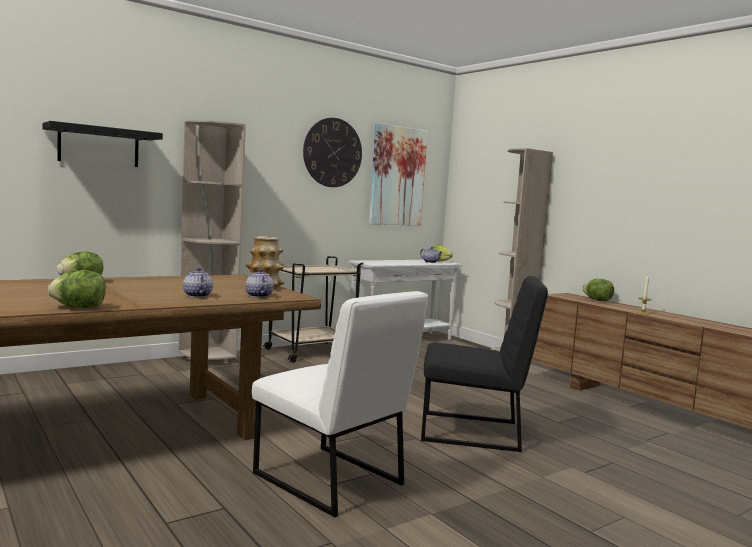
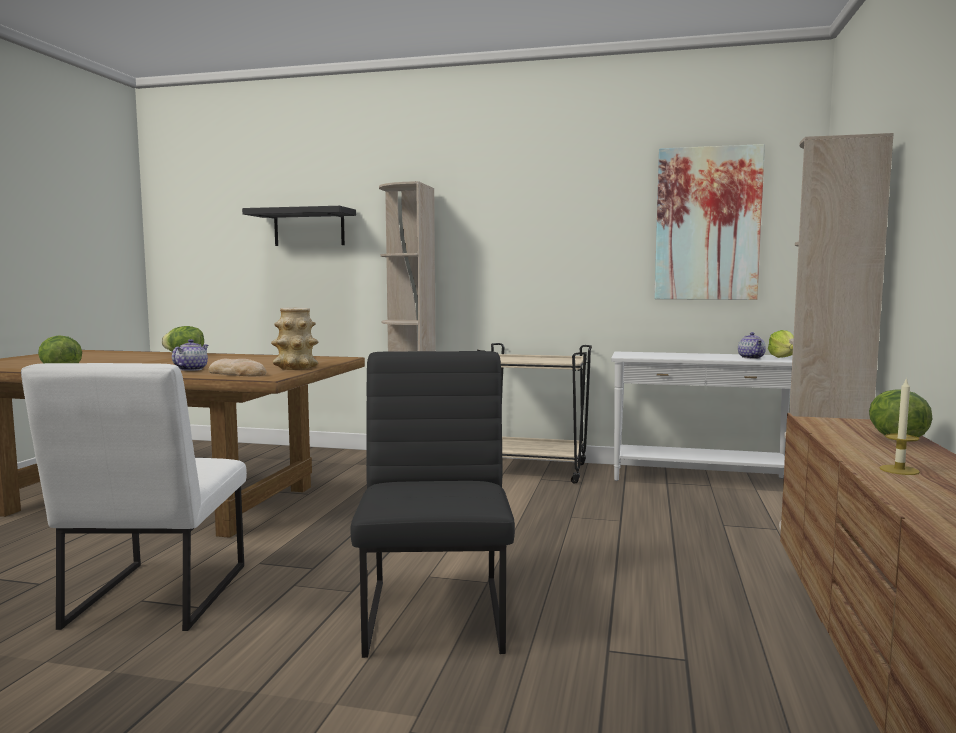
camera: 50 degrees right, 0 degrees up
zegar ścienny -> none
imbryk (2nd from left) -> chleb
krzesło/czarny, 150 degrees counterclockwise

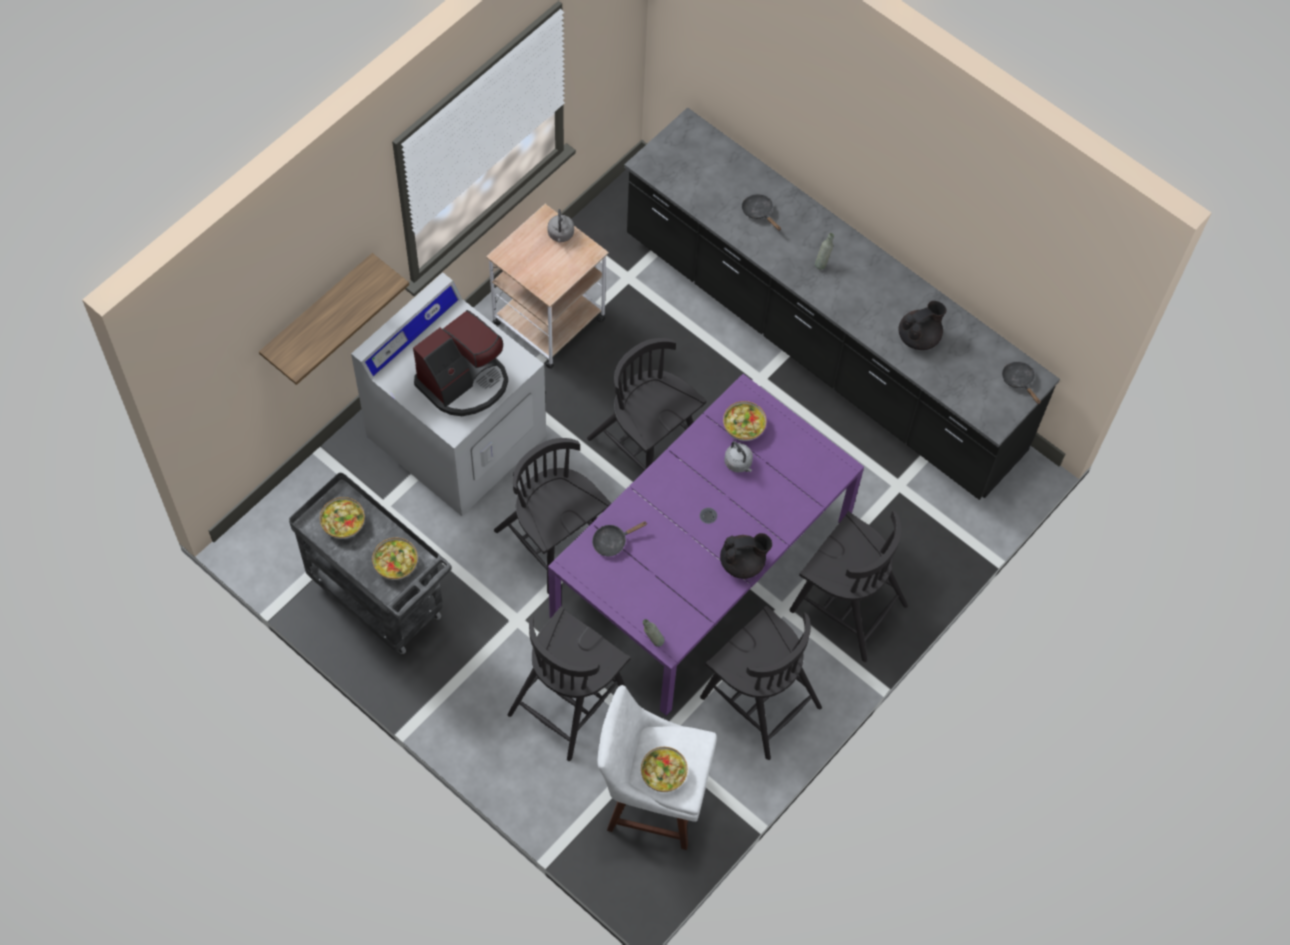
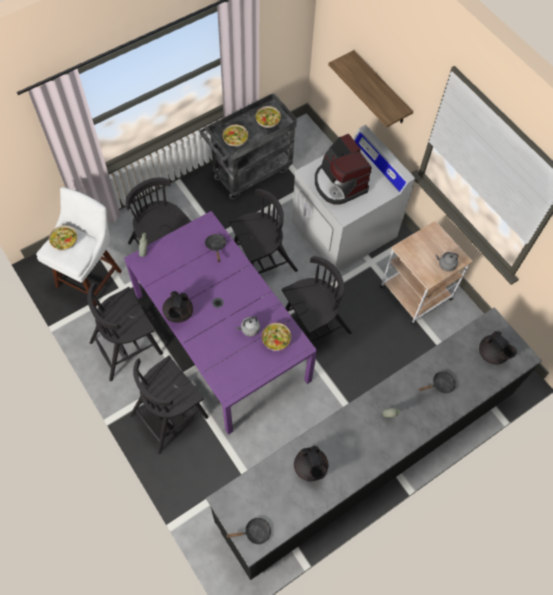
camera: 105 degrees right, 0 degrees up
none -> imbryk/czarny (3rd from left)

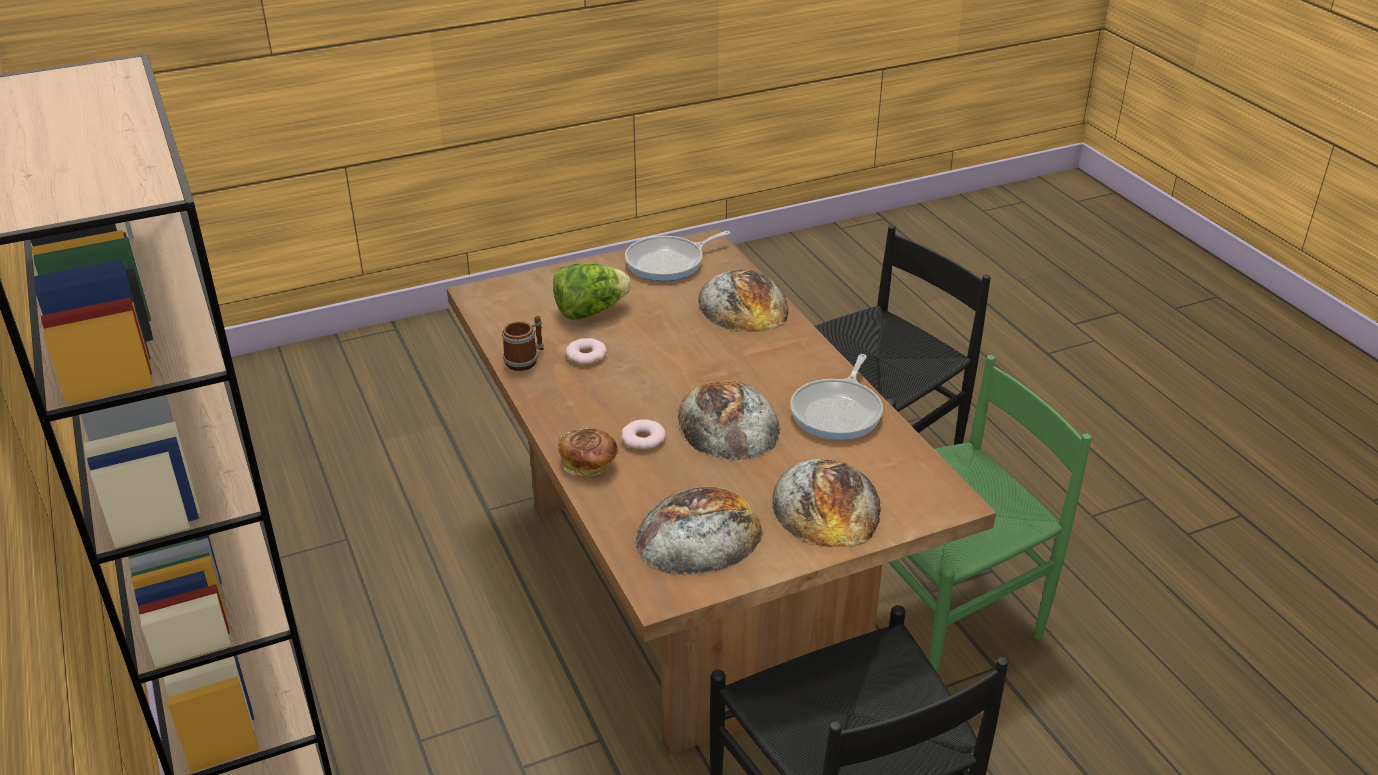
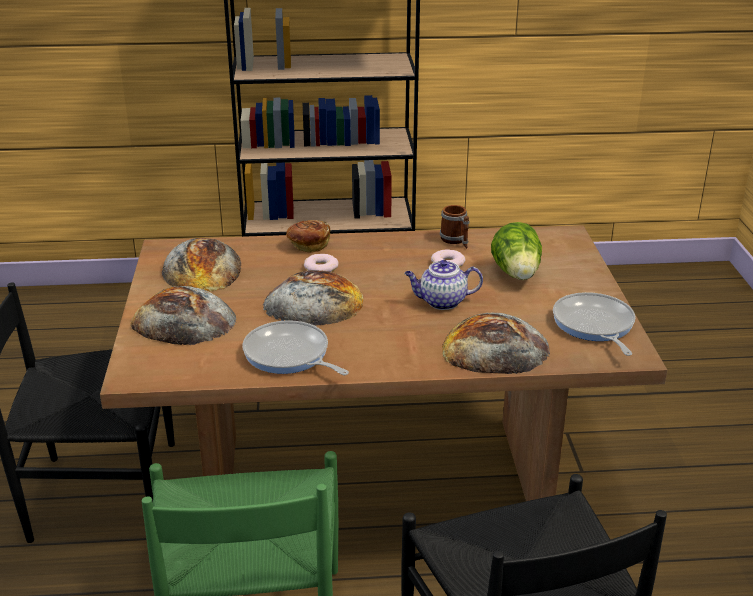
camera: 110 degrees right, 5 degrees down
none -> imbryk

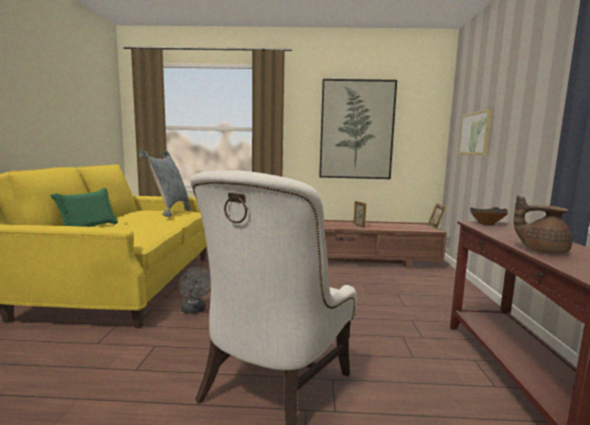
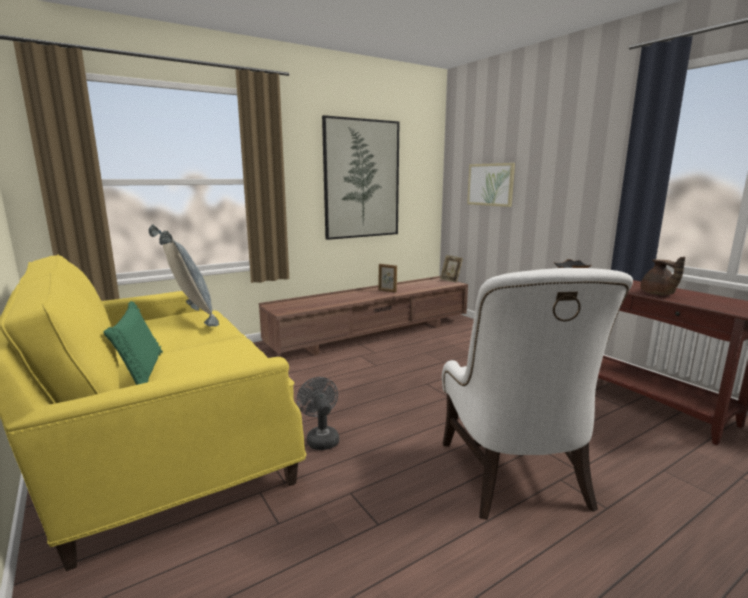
camera: 35 degrees left, 5 degrees up
imbryk/brązowy, 90 degrees counterclockwise
wentylator/szary, 135 degrees counterclockwise

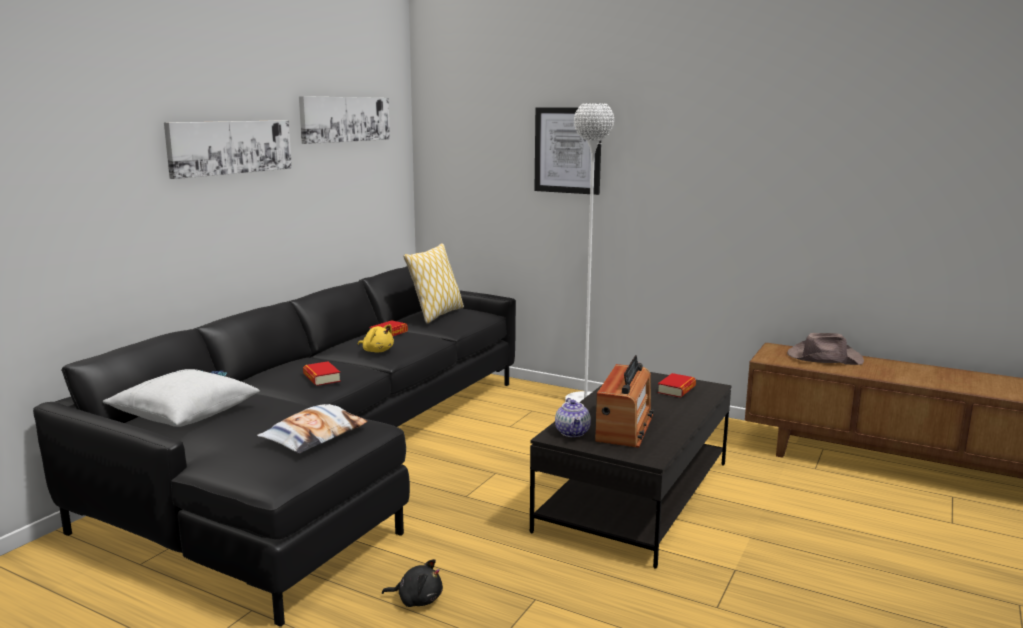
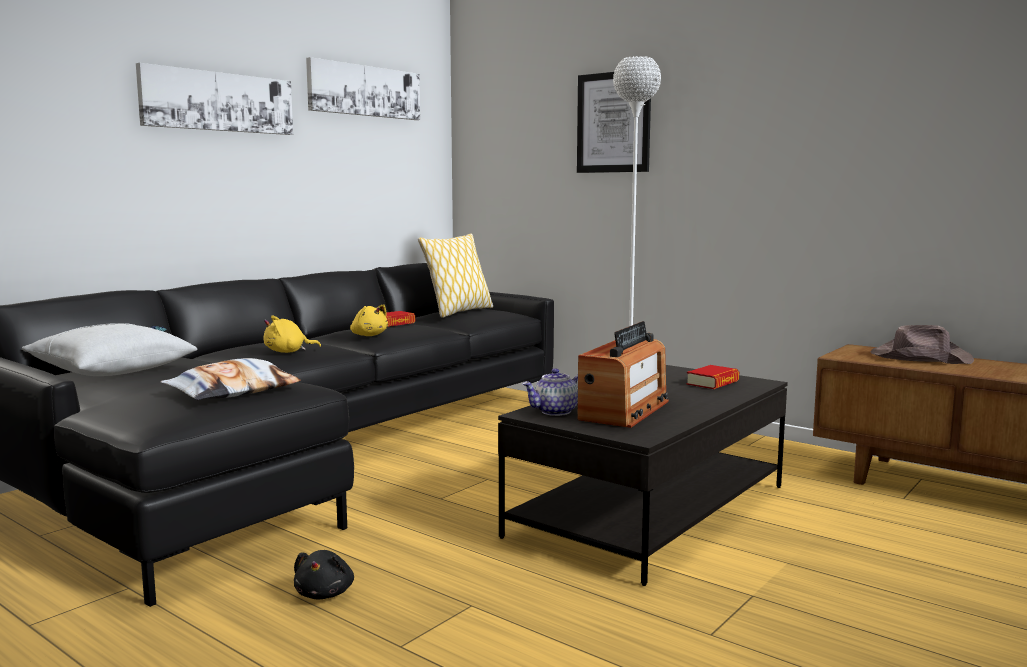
camera: 10 degrees right, 5 degrees down
książka (1st from left) -> pluszak/żółty (1st from left)
imbryk, 60 degrees clockwise
pluszak/czarny, 75 degrees clockwise

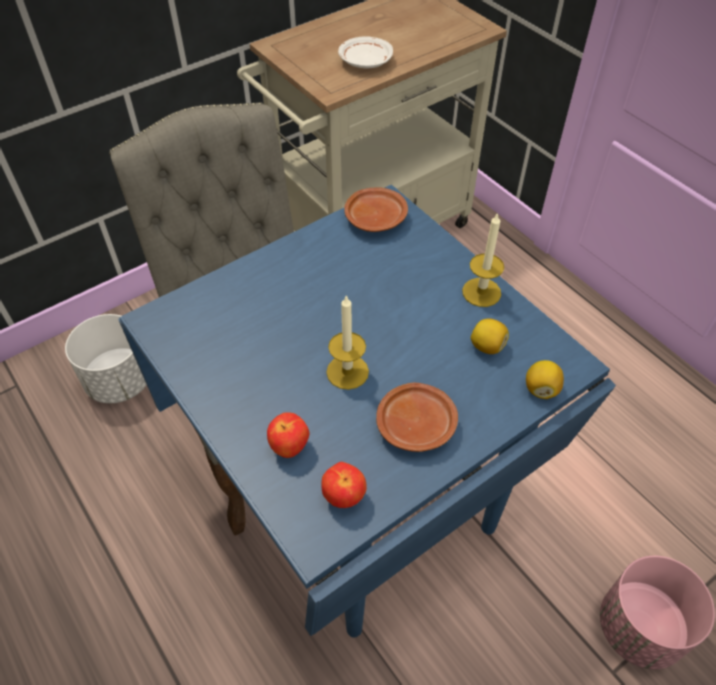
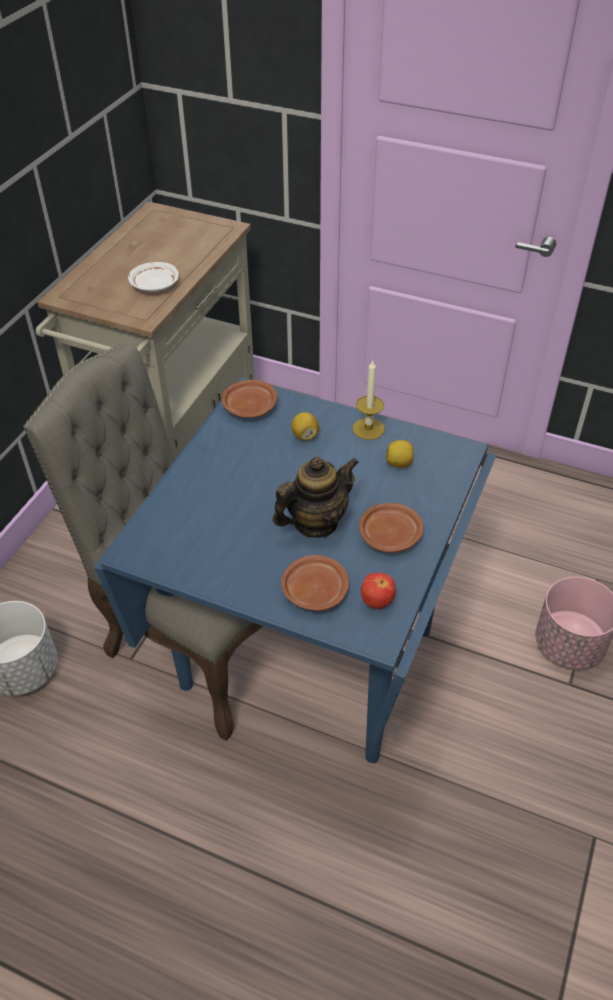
camera: 30 degrees left, 5 degrees down
świeca (1st from left) -> imbryk
cytryna (2nd from left in the first image) -> cytryna (1st from left), moved
jabłko (1st from left) -> talerz/brązowy (2nd from left)

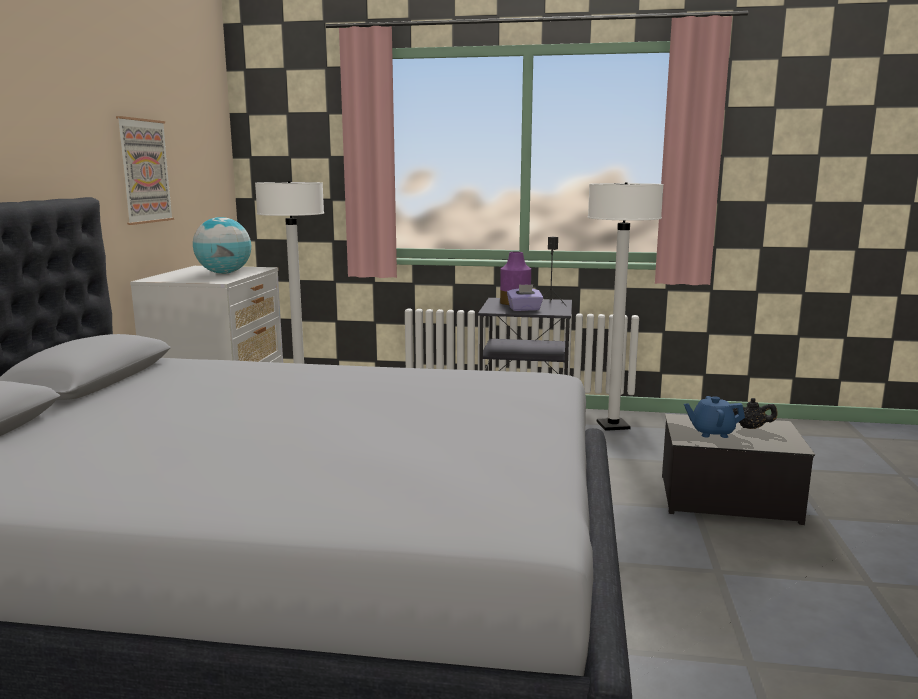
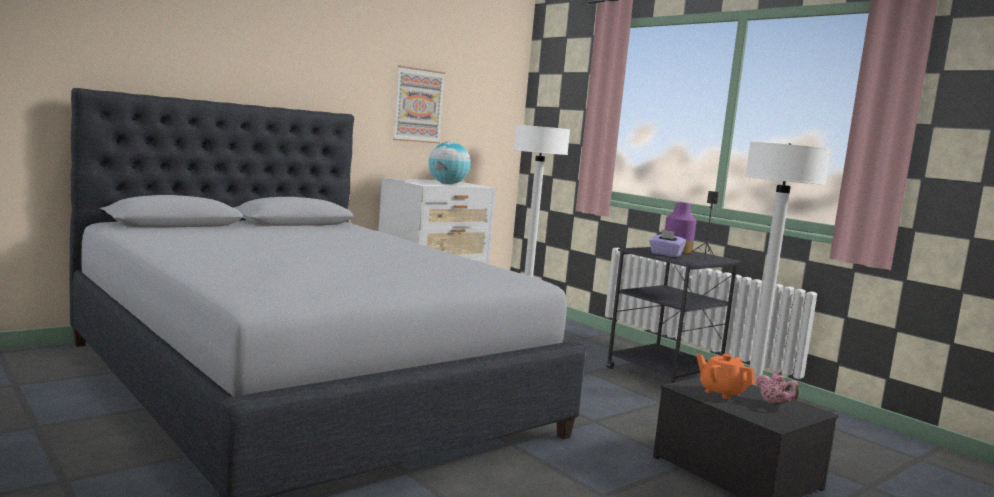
camera: 40 degrees right, 5 degrees down
imbryk/niebieski -> imbryk/pomarańczowy
imbryk/czarny -> imbryk/różowy

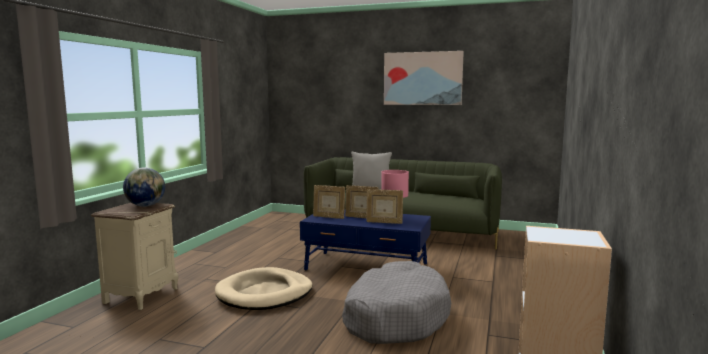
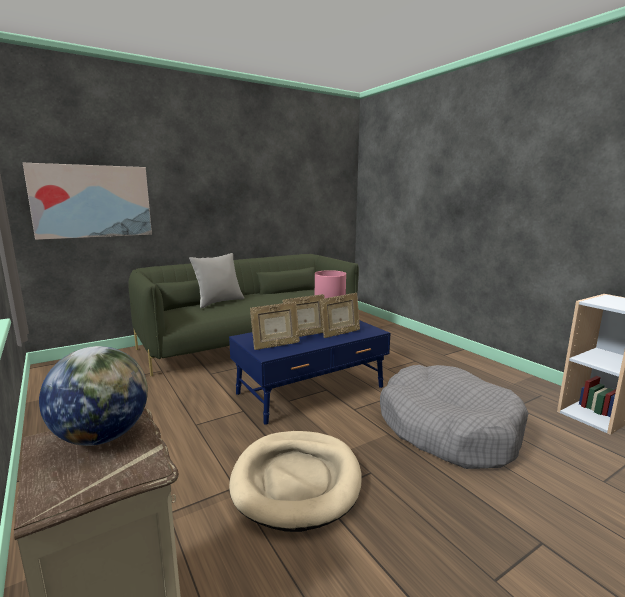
camera: 50 degrees left, 5 degrees up
obraz, moved

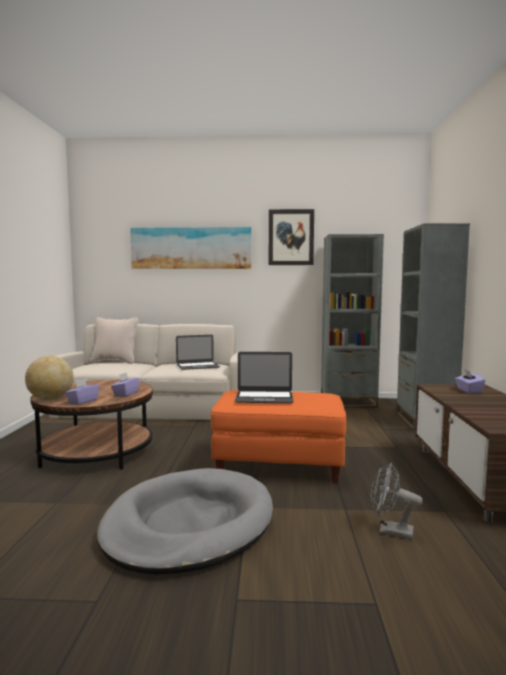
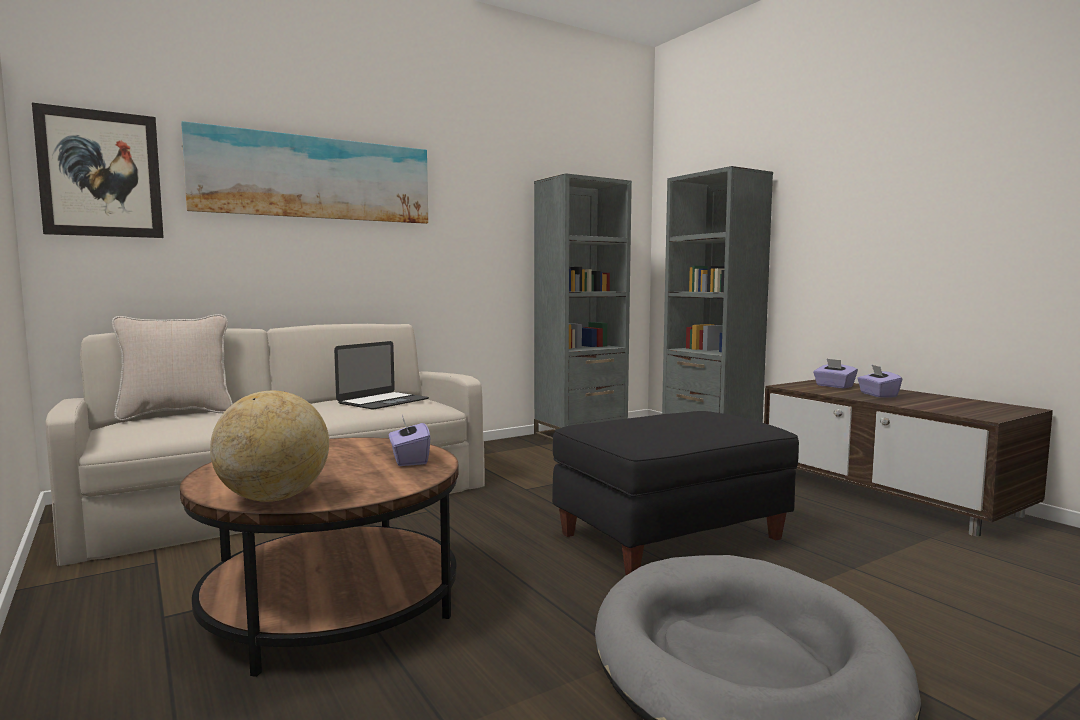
camera: 35 degrees left, 0 degrees up
obraz (2nd from left in the first image) -> obraz (1st from left), moved
laptop (2nd from left) -> none
pudełko chusteczek/fioletowy (1st from left in the first image) -> pudełko chusteczek/fioletowy (3rd from left), moved
pufa/pomarańczowy -> pufa/czarny
wentylator/szary -> none

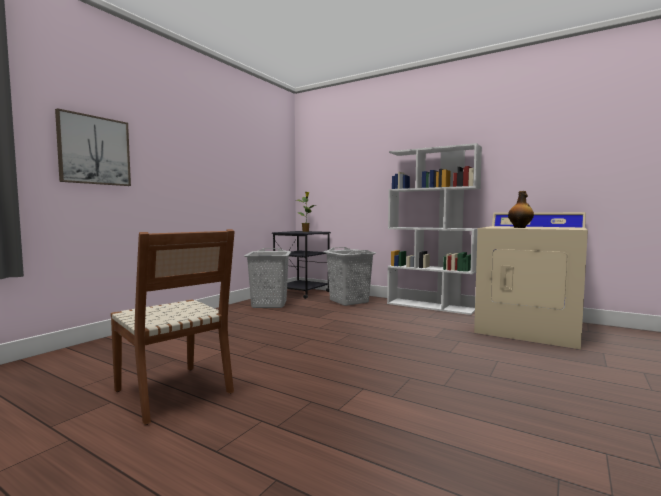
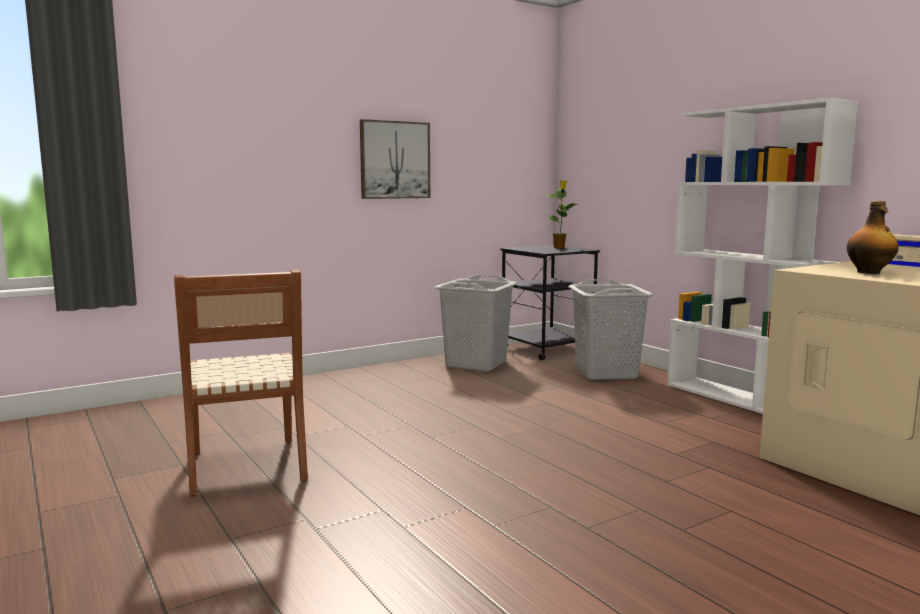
camera: 25 degrees right, 5 degrees up
obraz, moved

